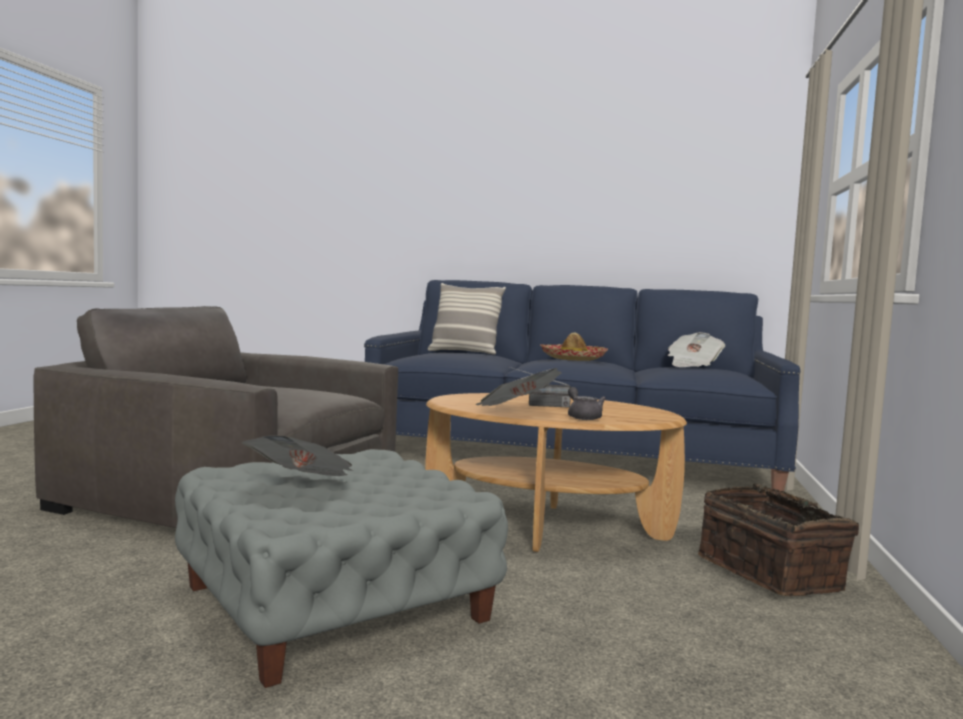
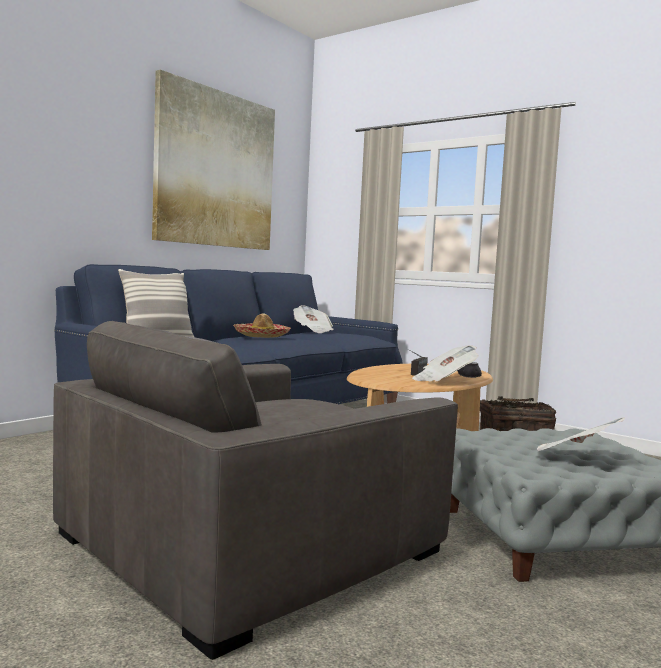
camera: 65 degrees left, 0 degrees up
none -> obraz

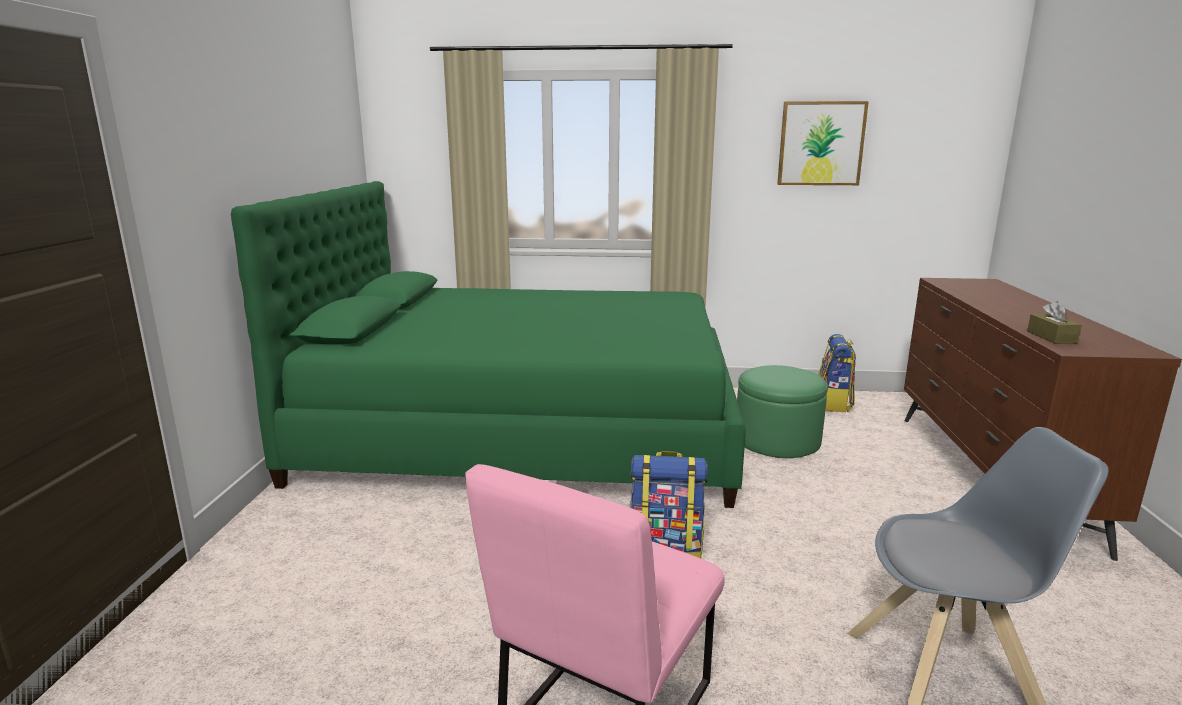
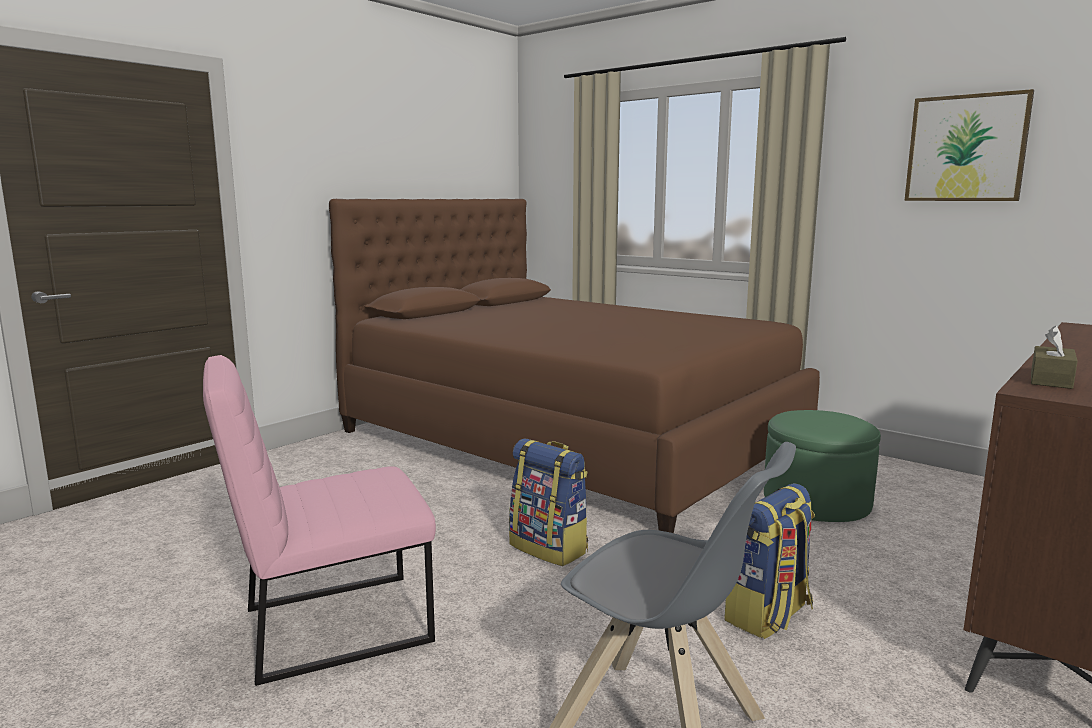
camera: 35 degrees right, 5 degrees down
łóżko/zielony -> łóżko/brązowy
plecak (2nd from left), moved

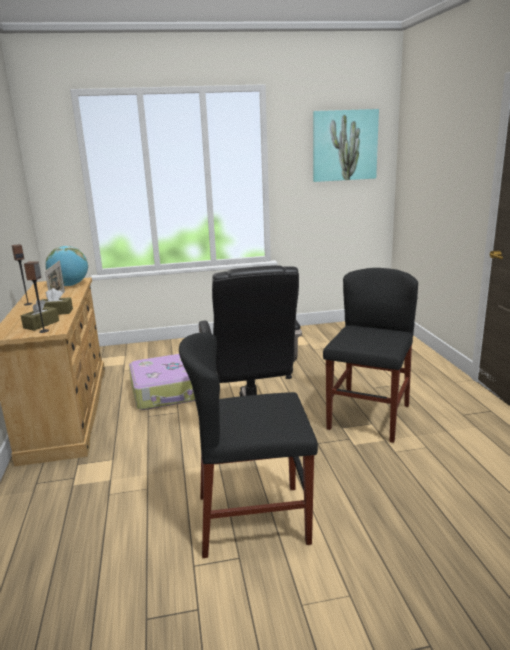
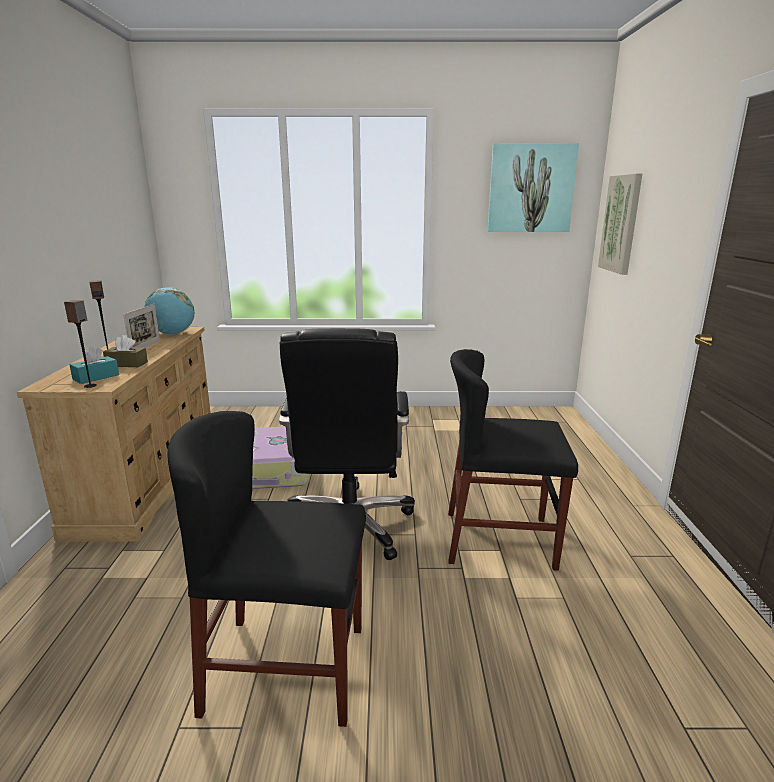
camera: 10 degrees right, 0 degrees up
krzesło/czarny (2nd from left), 120 degrees counterclockwise
pudełko chusteczek/brązowy (1st from left) -> pudełko chusteczek/turkusowy
none -> obraz (2nd from left)

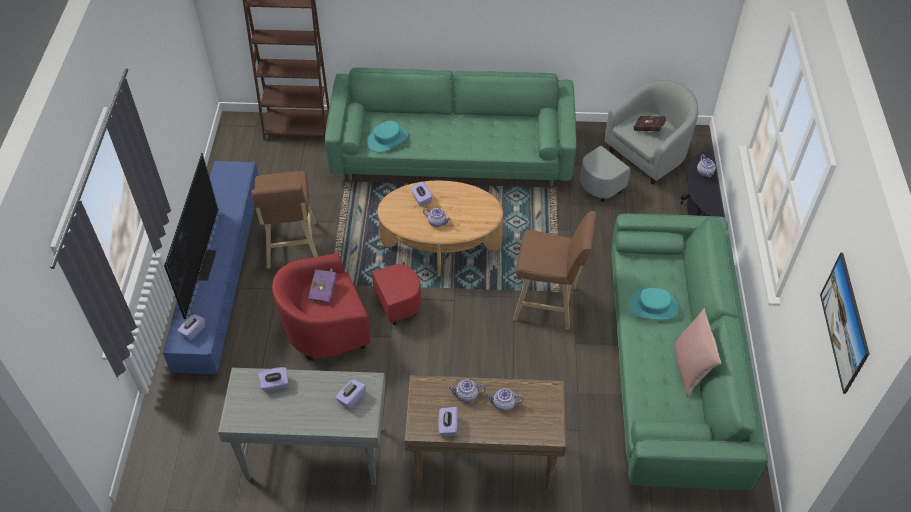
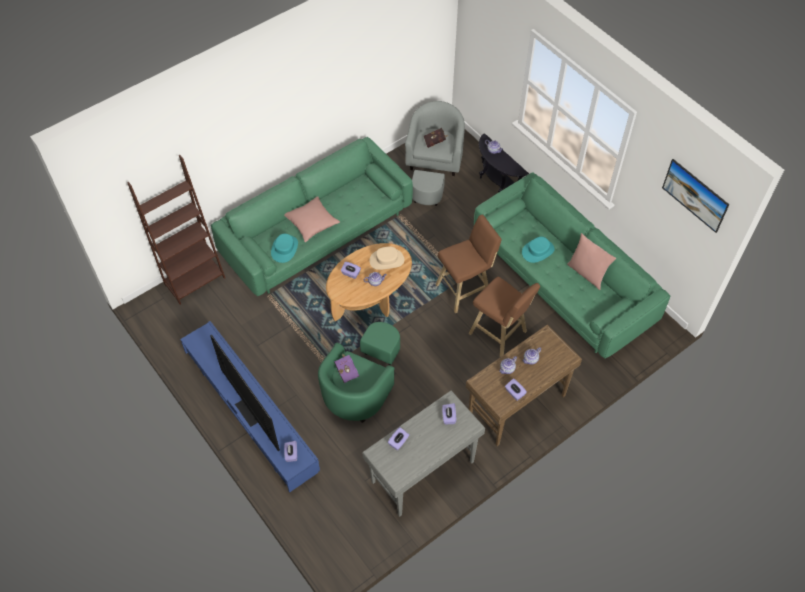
camera: 40 degrees left, 5 degrees up
stołek/brązowy (1st from left in the first image) -> stołek/brązowy (2nd from left), moved
fotel/czerwony -> fotel/zielony
none -> poduszka/różowy (1st from left)
none -> kapelusz/beżowy

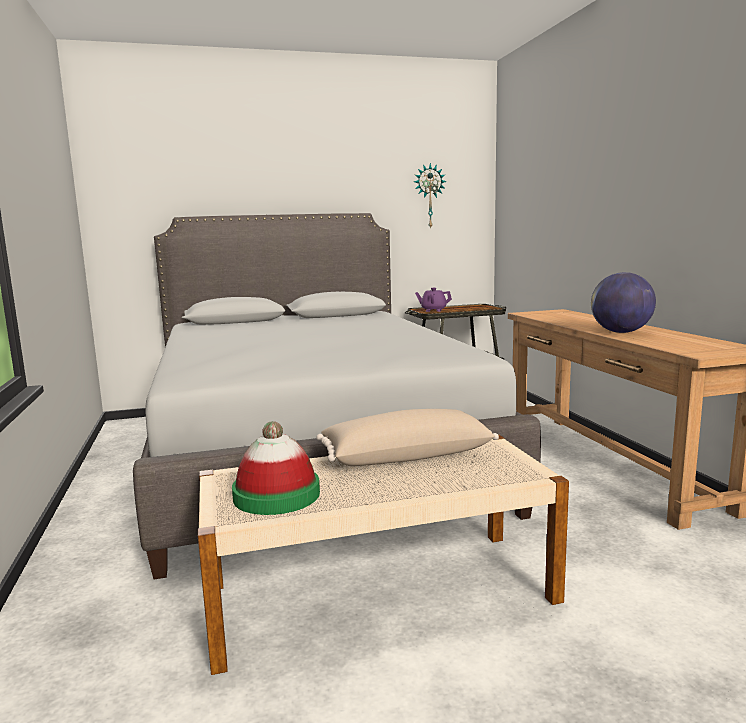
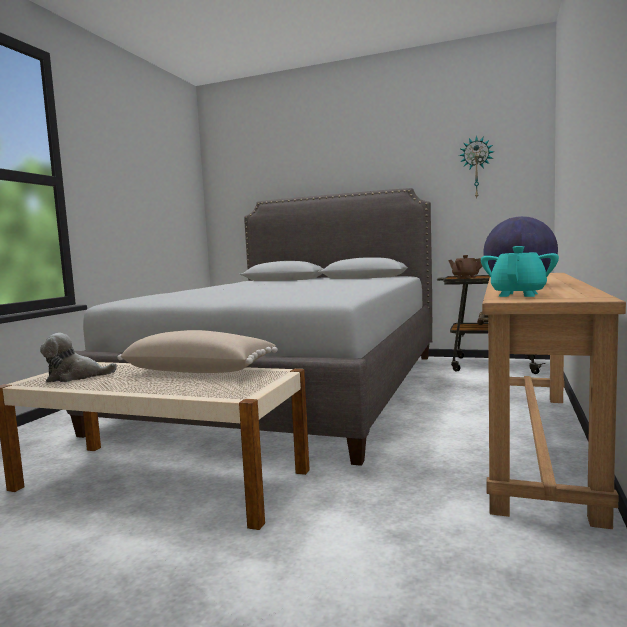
camera: 35 degrees right, 5 degrees down
imbryk/fioletowy -> imbryk/brązowy
kapelusz -> pluszak
none -> imbryk/turkusowy

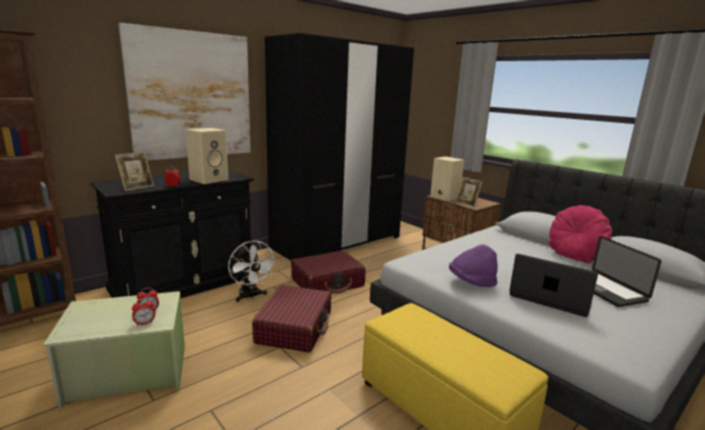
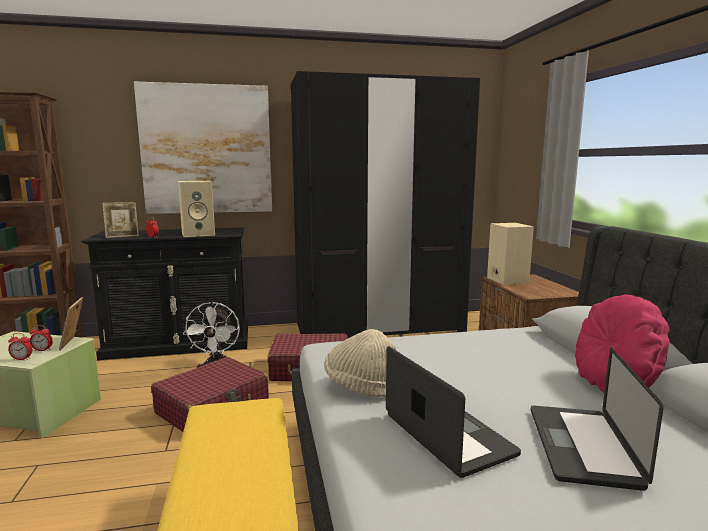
camera: 30 degrees right, 5 degrees down
ramka na zdjęcie (2nd from left in the first image) -> ramka na zdjęcie (1st from left), moved
kapelusz/fioletowy -> kapelusz/beżowy

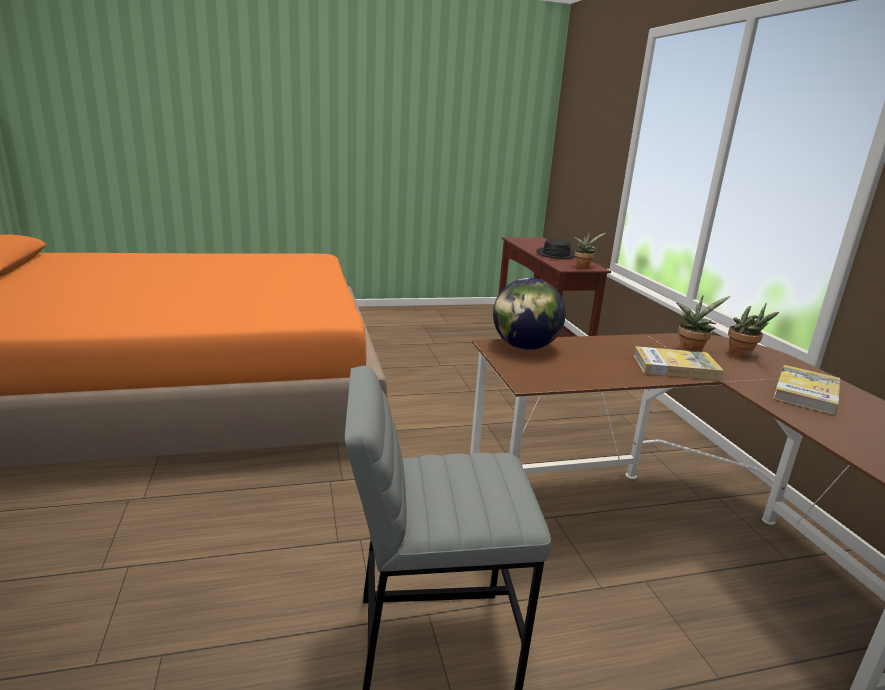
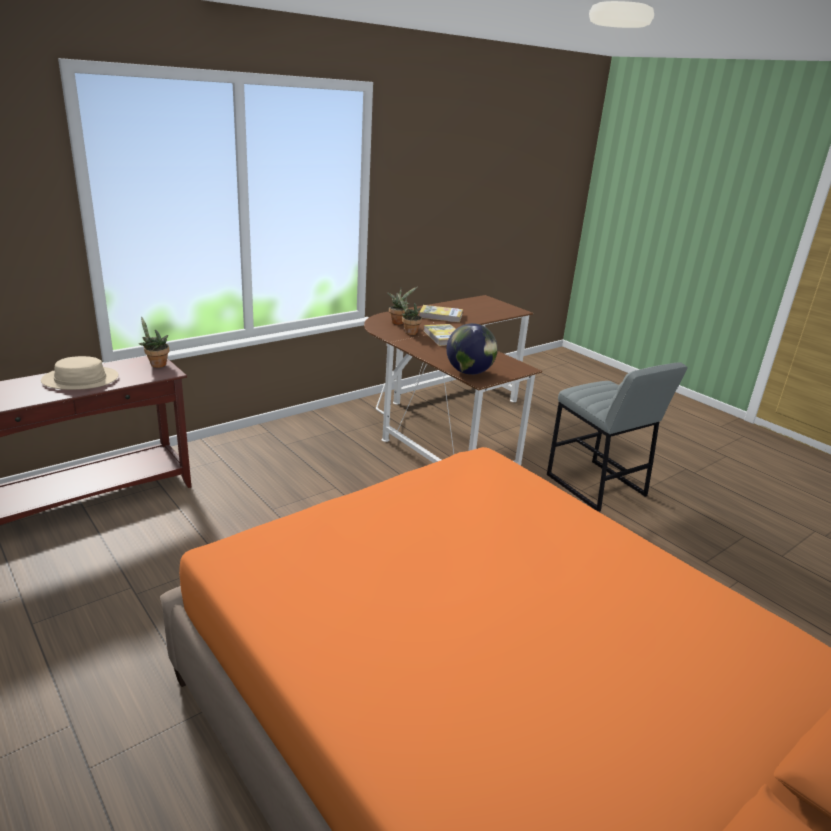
camera: 115 degrees left, 5 degrees up
kapelusz/czarny -> kapelusz/beżowy

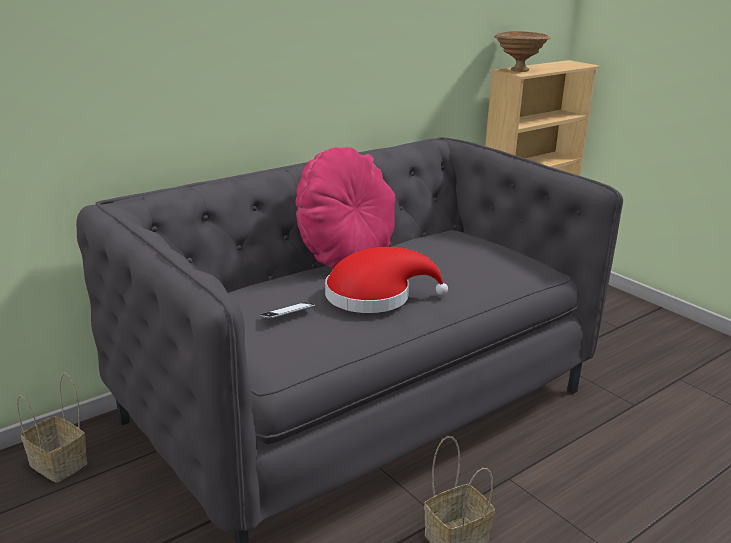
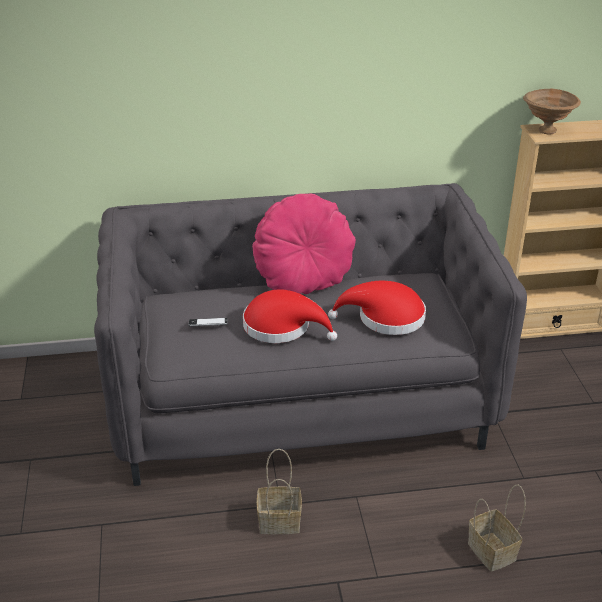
camera: 30 degrees right, 10 degrees up
koszyk (1st from left in the first image) -> koszyk (2nd from left), moved
none -> kapelusz/czerwony (2nd from left)

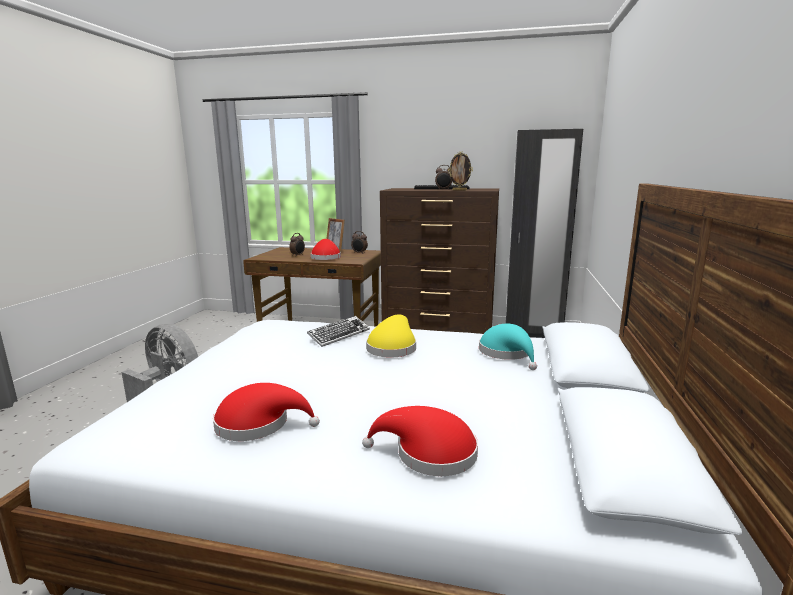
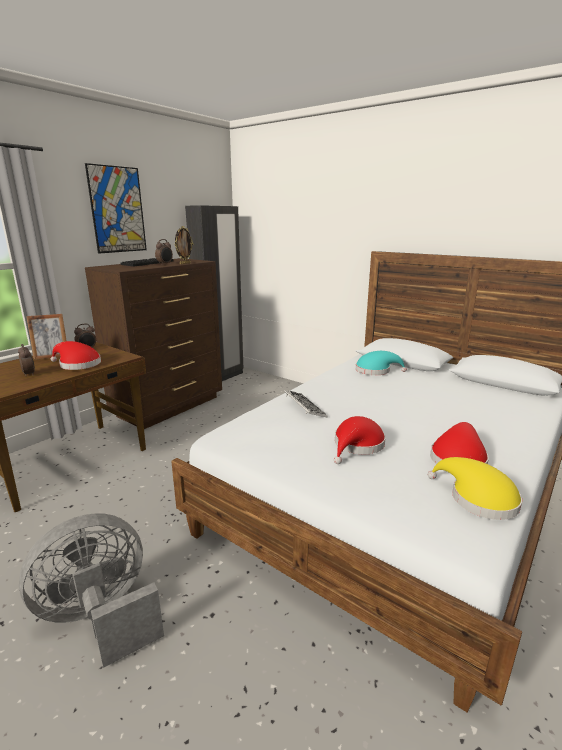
camera: 65 degrees left, 5 degrees up
kapelusz/żółty, moved
kapelusz/czerwony (3rd from left in the first image) -> kapelusz/czerwony (2nd from left), moved
none -> obraz

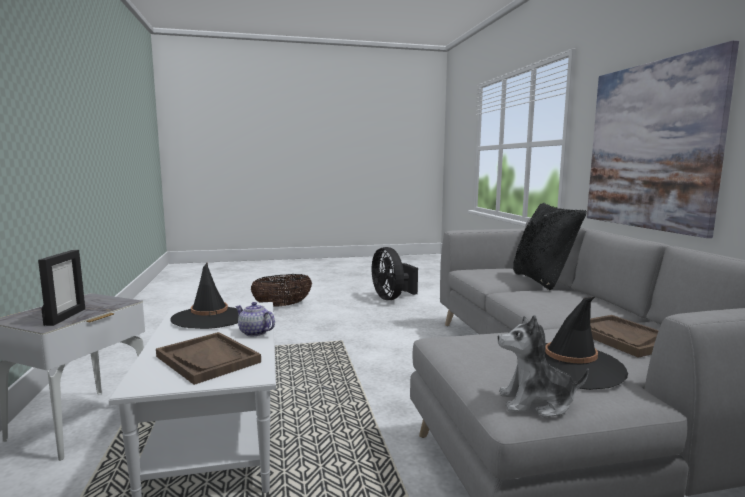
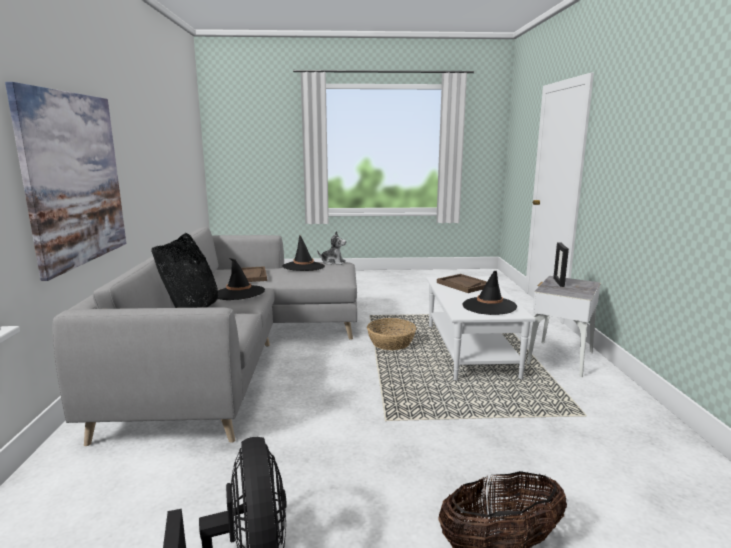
camera: 170 degrees left, 5 degrees up
imbryk -> none
none -> kapelusz/czarny (1st from left)
none -> koszyk (1st from left)

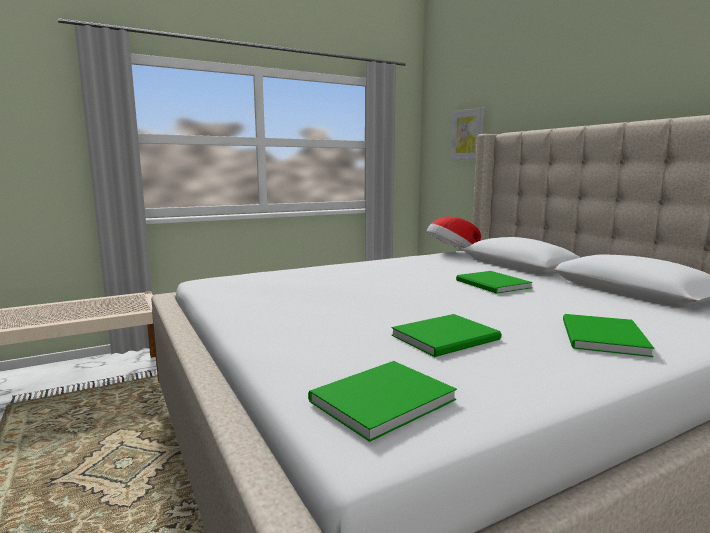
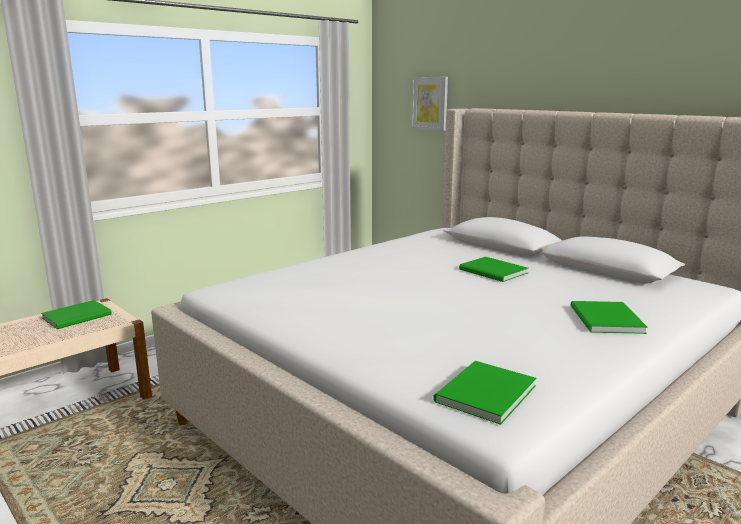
camera: 15 degrees left, 5 degrees up
kapelusz -> none
książka/zielony (2nd from left in the first image) -> książka/zielony (1st from left), moved

